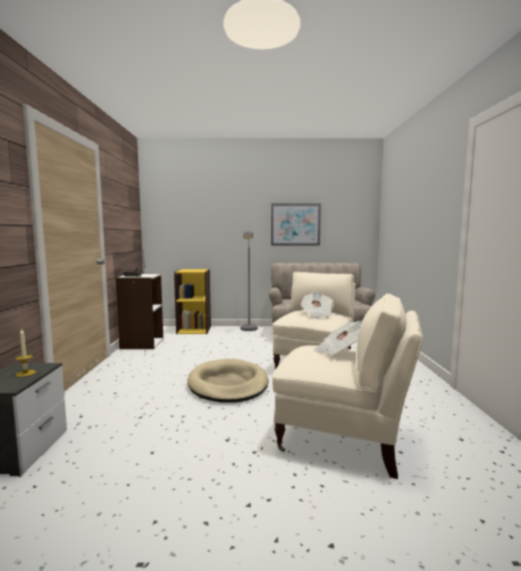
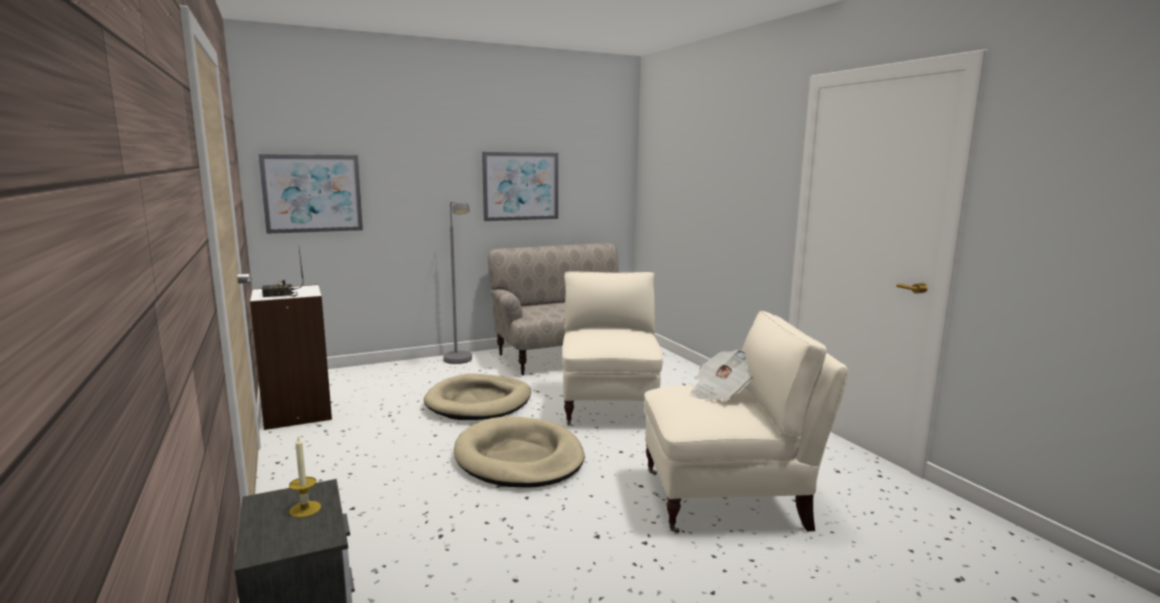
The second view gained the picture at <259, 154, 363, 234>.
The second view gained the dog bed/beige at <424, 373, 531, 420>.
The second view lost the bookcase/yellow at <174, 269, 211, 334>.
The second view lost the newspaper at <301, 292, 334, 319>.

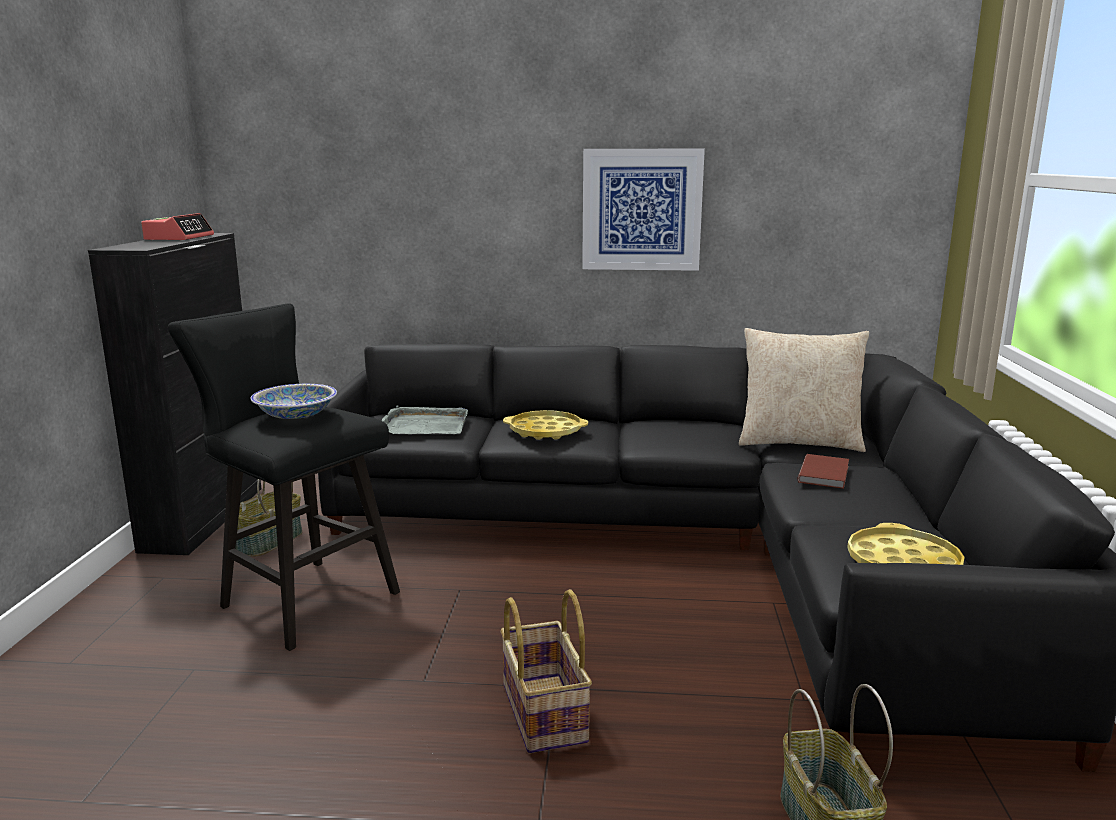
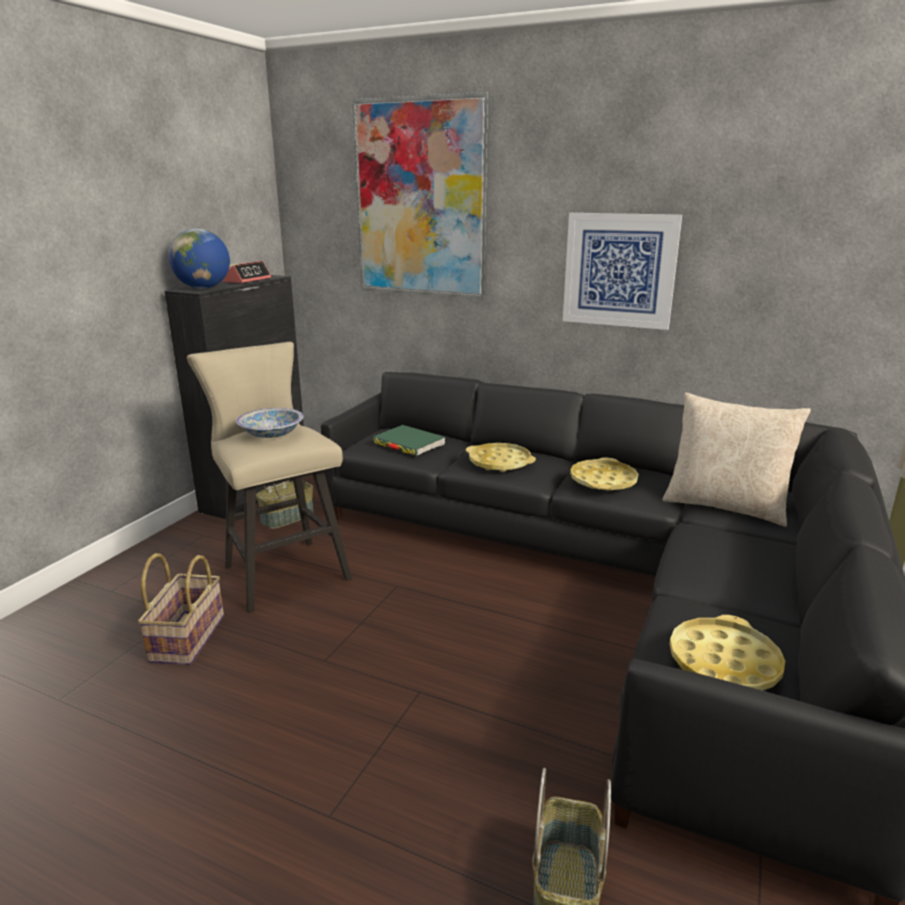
The basket ended up elsewhere, having gone from <500, 589, 592, 753> to <138, 553, 224, 665>.
The second view gained the globe at <168, 229, 230, 289>.
What was the stool/black at <168, 303, 400, 651> turned into the stool/beige at <187, 342, 352, 613>.
The second view gained the picture at <352, 92, 490, 299>.
Where the tray/grey stood at <381, 405, 468, 434>, the book/green came to stand at <372, 425, 445, 456>.
The second view gained the tray/yellow at <570, 457, 638, 491>.
The second view lost the book/brown at <797, 454, 849, 489>.

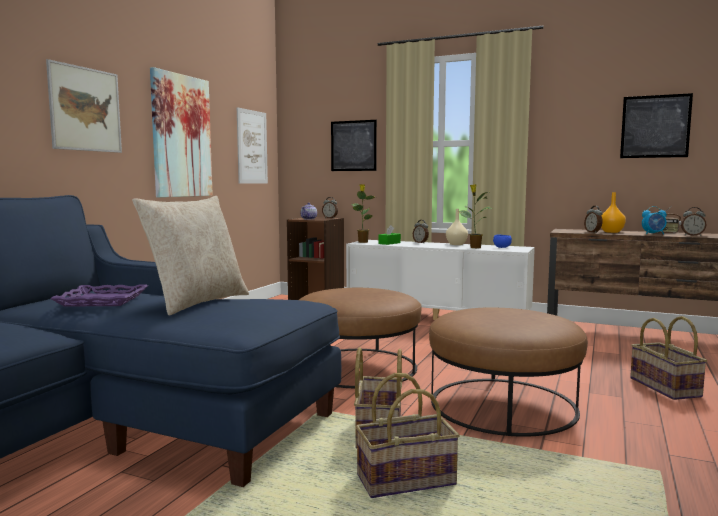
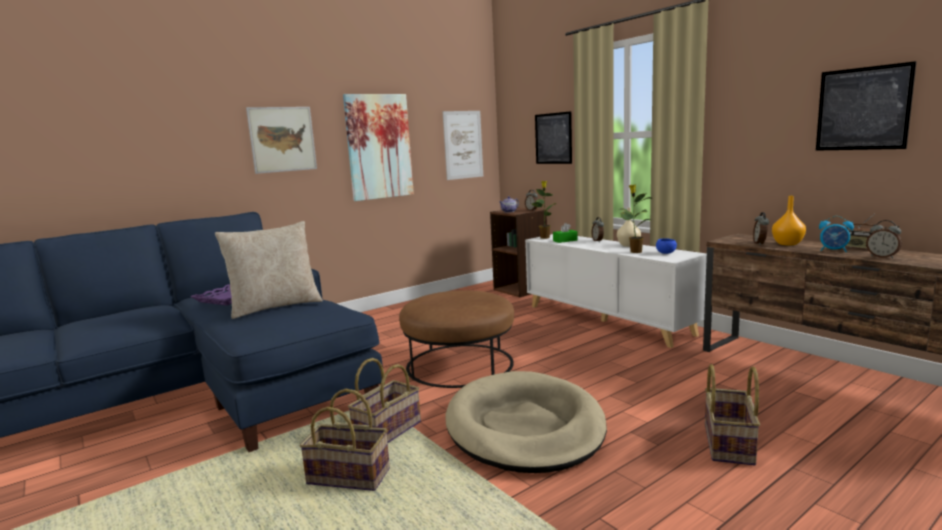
Where the ottoman/brown stood at <429, 307, 588, 437>, the dog bed/beige came to stand at <446, 371, 607, 473>.

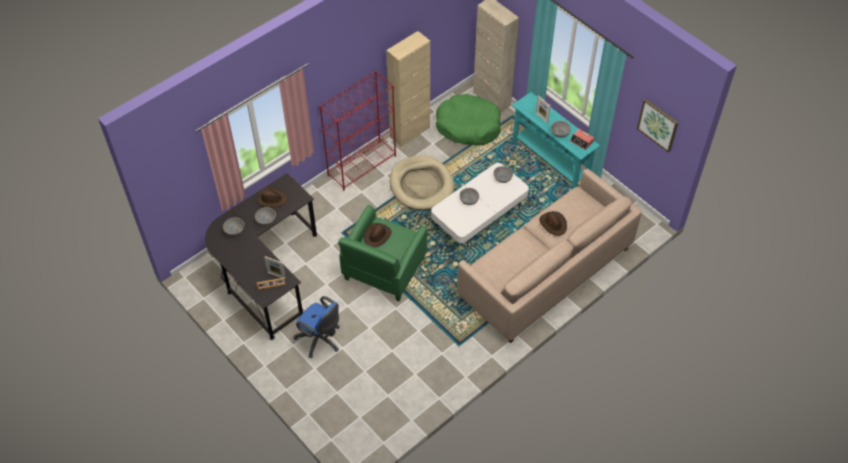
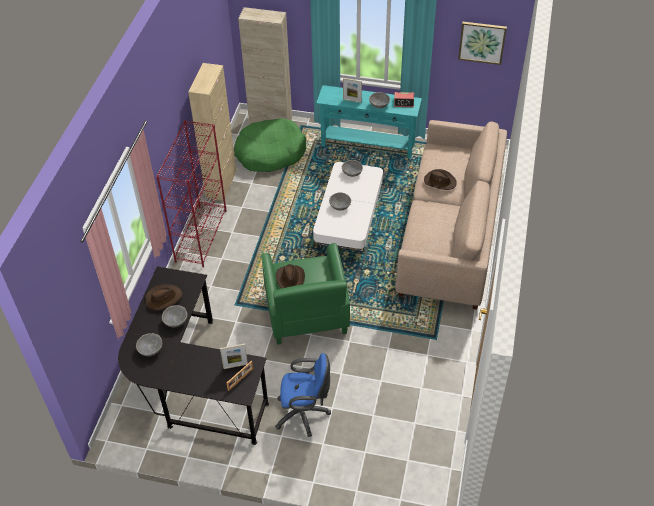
The second view lost the dog bed/beige at <390, 155, 455, 210>.

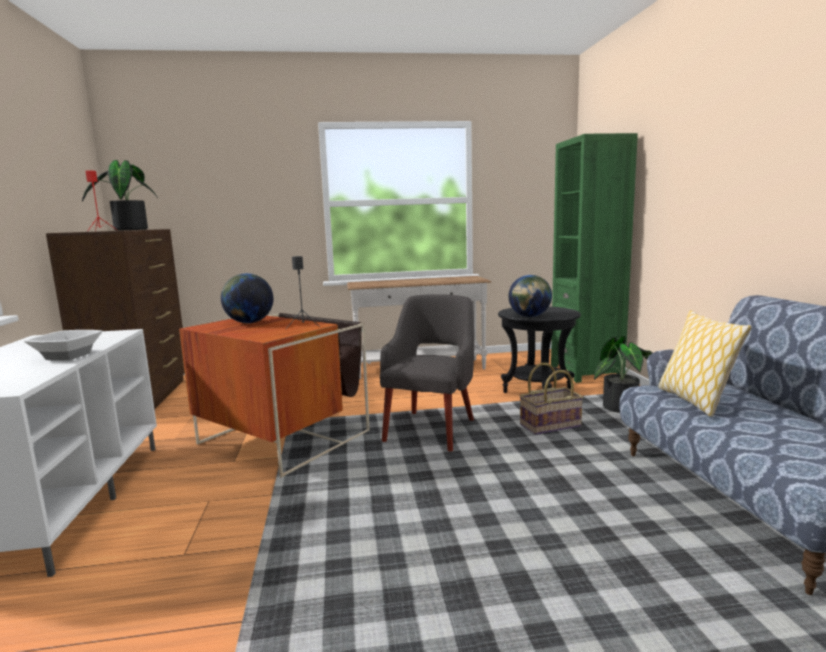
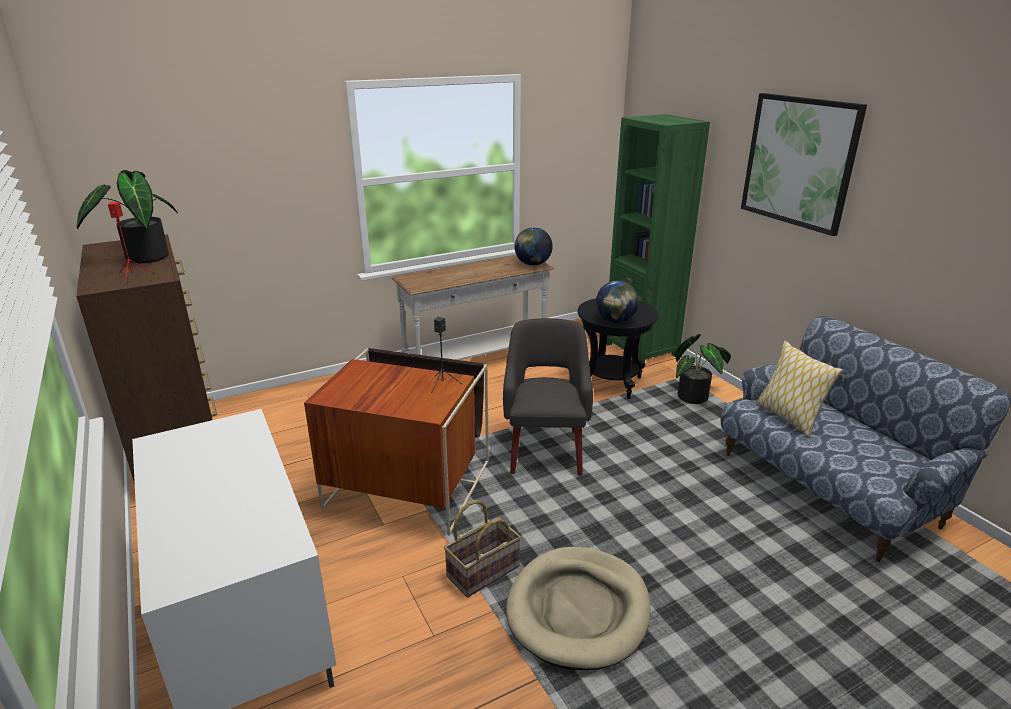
The basket ended up elsewhere, having gone from <519, 363, 583, 435> to <444, 500, 521, 598>.
The second view gained the dog bed/beige at <506, 546, 651, 670>.
The globe ended up elsewhere, having gone from <221, 273, 273, 323> to <515, 227, 553, 266>.
The second view gained the picture at <741, 93, 867, 236>.
The second view lost the bowl at <24, 330, 103, 361>.

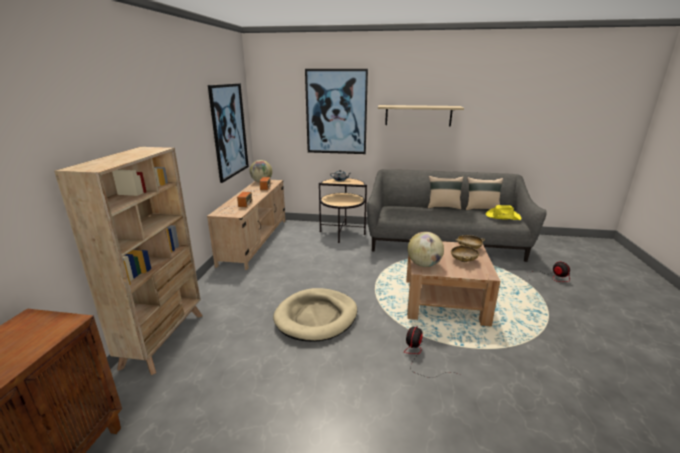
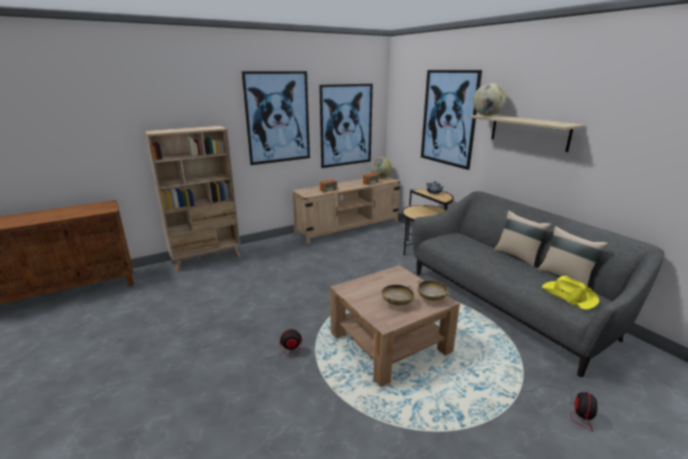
The second view gained the picture at <242, 71, 310, 165>.
The globe ended up elsewhere, having gone from <408, 232, 444, 267> to <473, 83, 506, 116>.
The second view lost the dog bed/beige at <273, 288, 357, 342>.

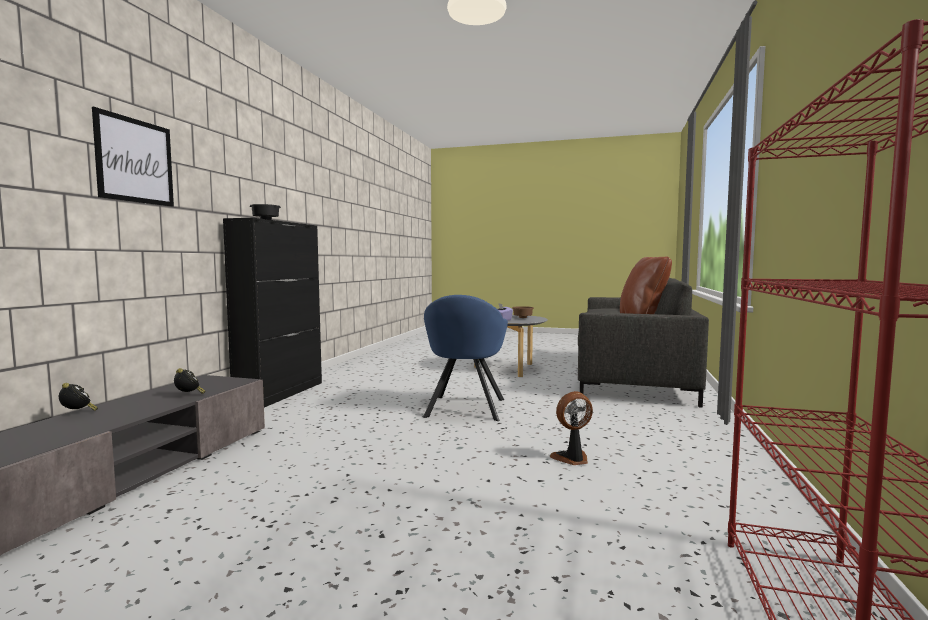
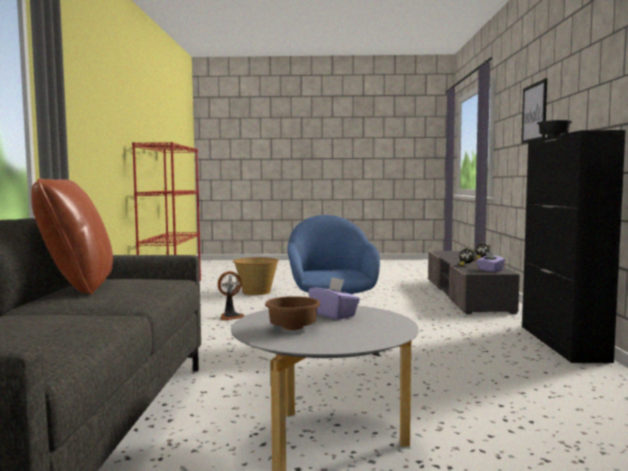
The second view gained the basket at <233, 257, 279, 295>.
The second view gained the tissue box/purple at <477, 251, 505, 272>.

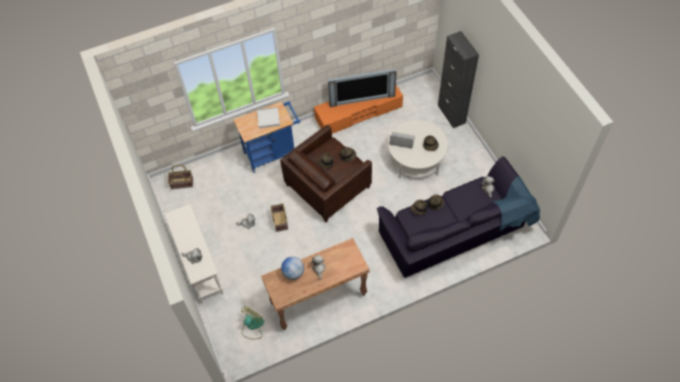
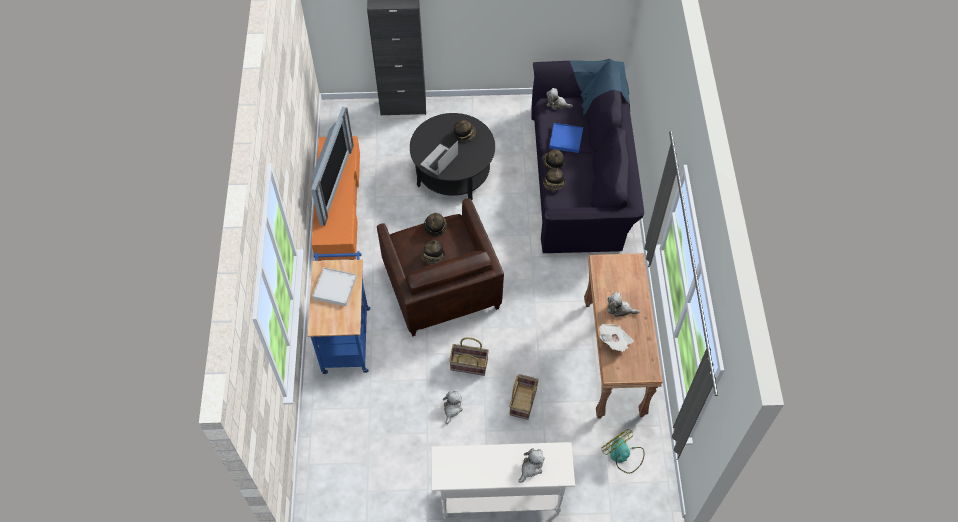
What was the coffee table/white at <388, 120, 448, 178> turned into the coffee table/black at <410, 113, 495, 200>.
The basket ended up elsewhere, having gone from <168, 164, 193, 189> to <509, 374, 539, 420>.
The second view gained the tray/blue at <549, 123, 583, 153>.
Where the globe stood at <281, 257, 304, 280>, the newspaper came to stand at <599, 324, 634, 352>.

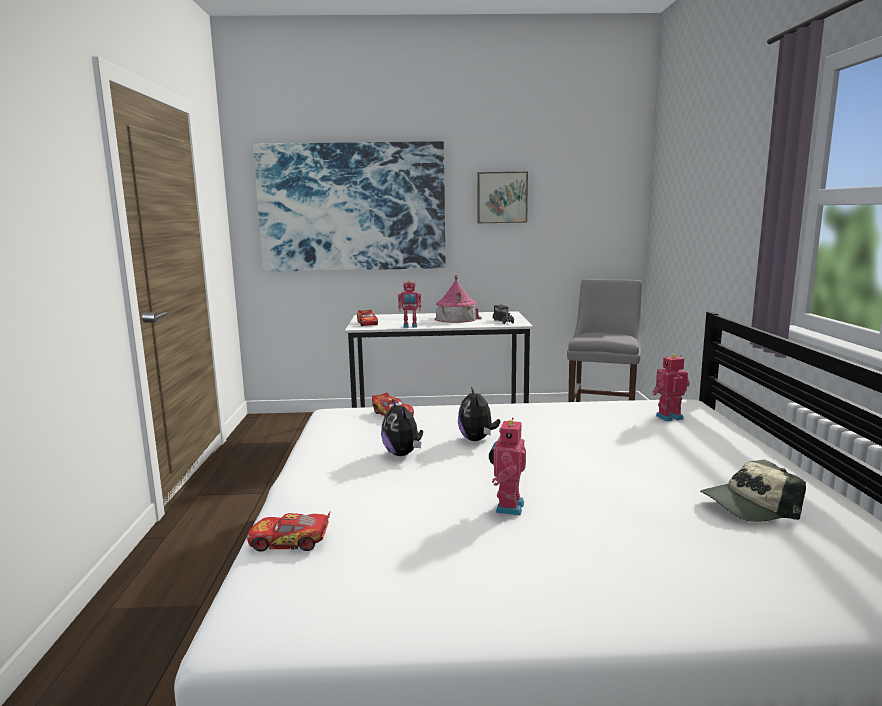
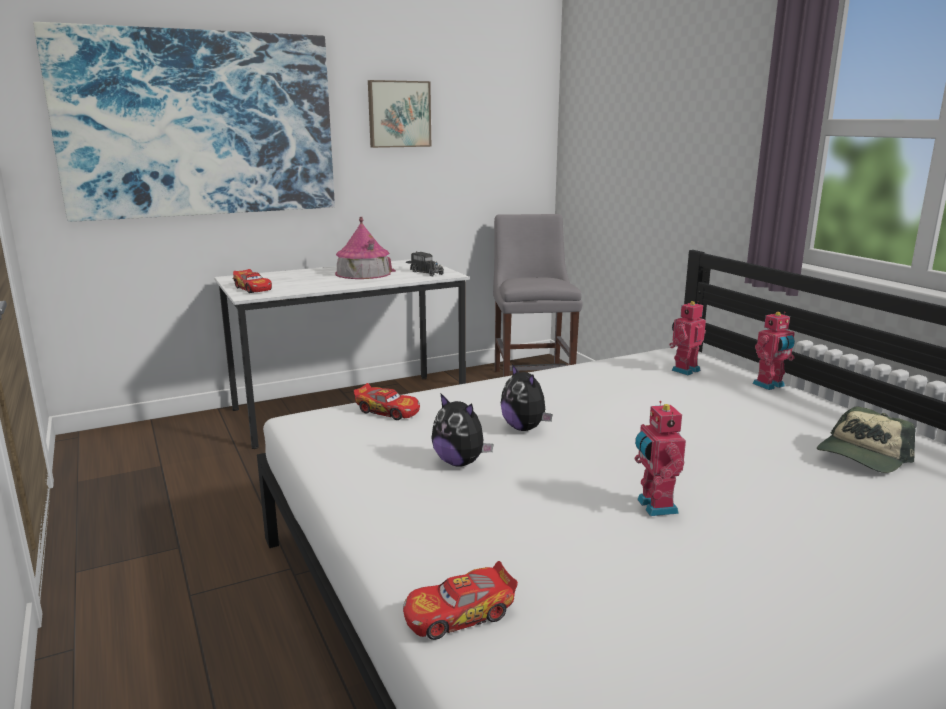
The toy robot ended up elsewhere, having gone from <398, 280, 421, 328> to <753, 312, 795, 390>.

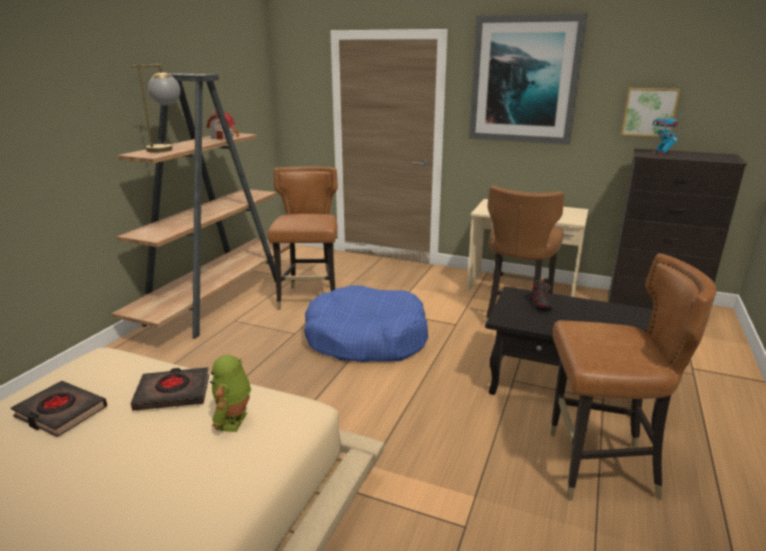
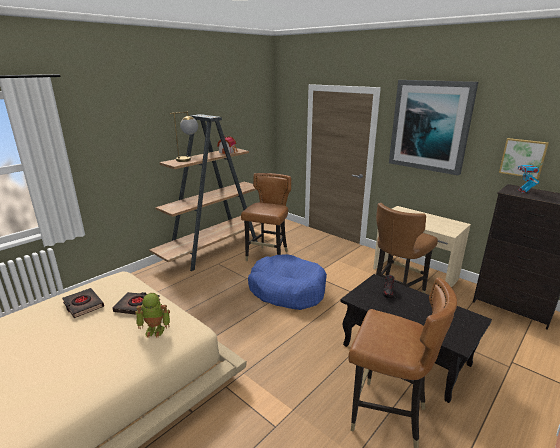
The toy robot at <210, 355, 251, 432> ended up facing another way, 120 degrees counterclockwise from before.

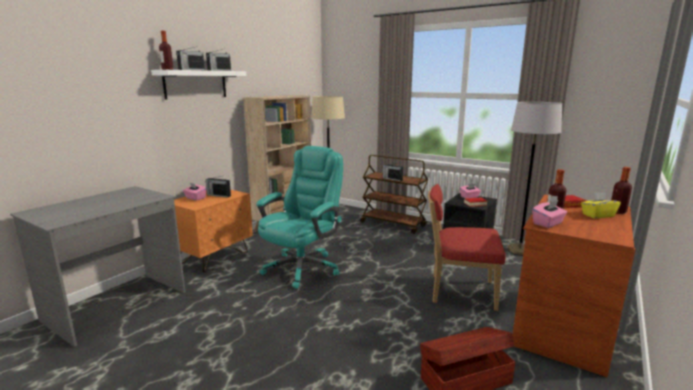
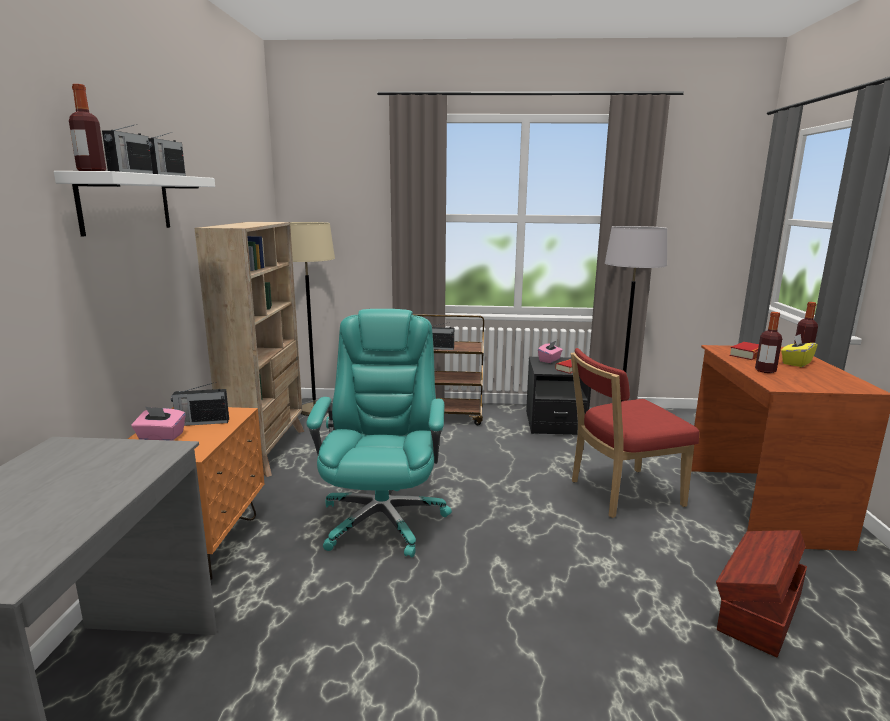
The second view lost the tissue box/pink at <532, 200, 567, 228>.

